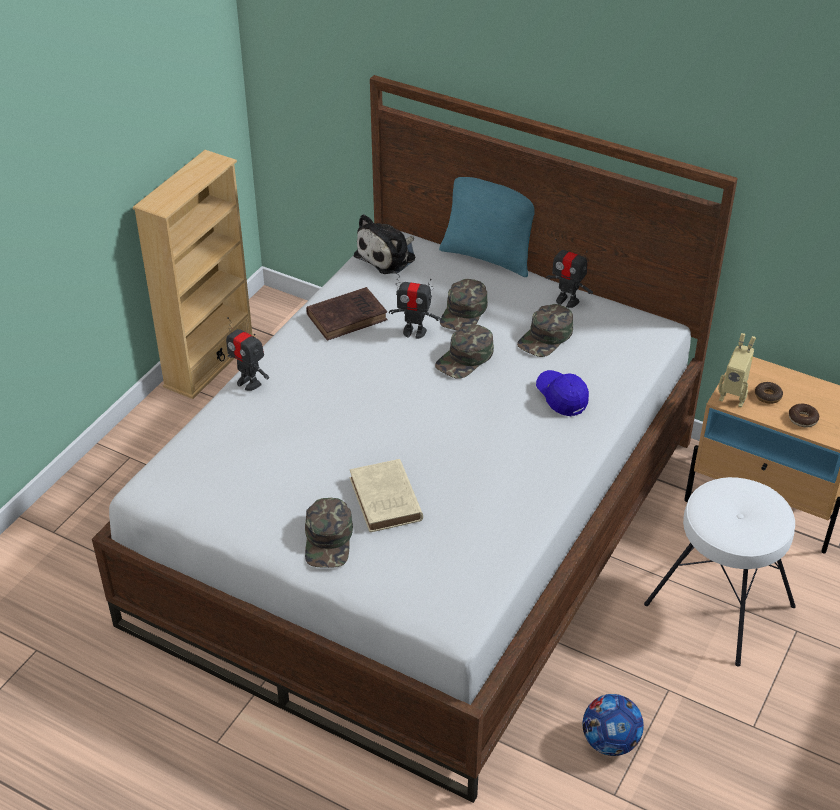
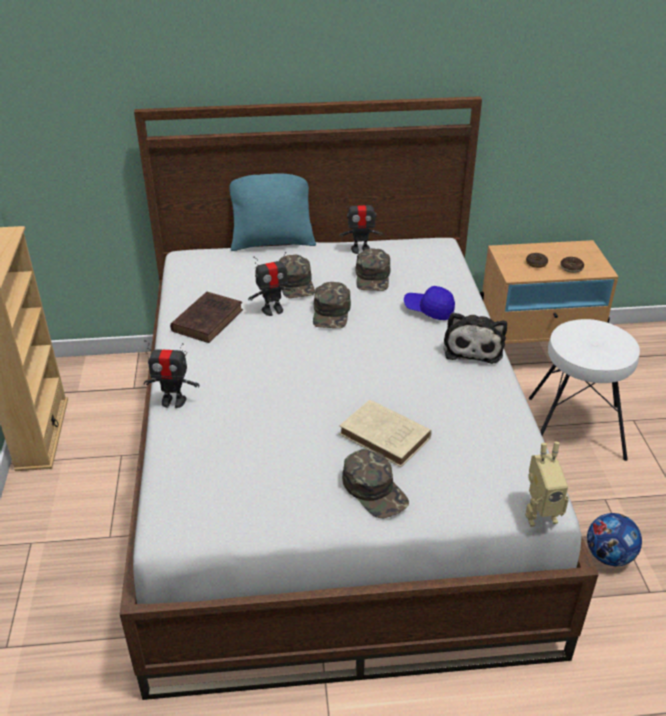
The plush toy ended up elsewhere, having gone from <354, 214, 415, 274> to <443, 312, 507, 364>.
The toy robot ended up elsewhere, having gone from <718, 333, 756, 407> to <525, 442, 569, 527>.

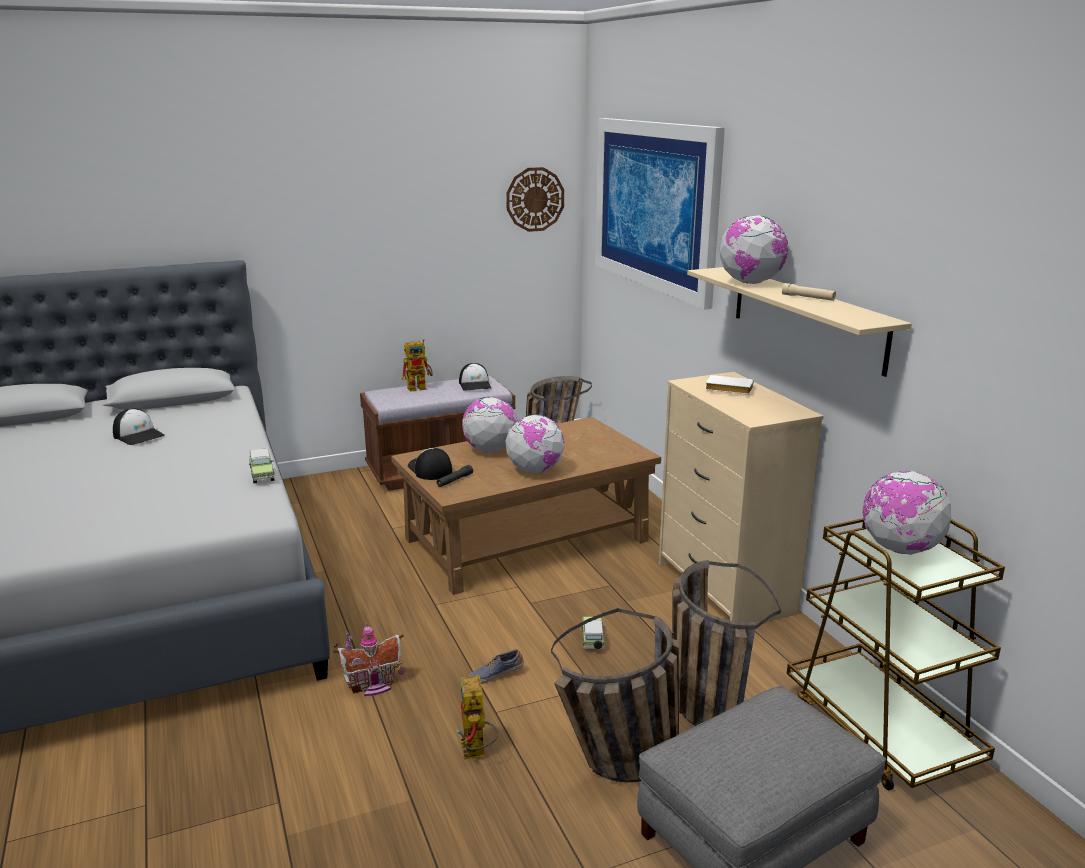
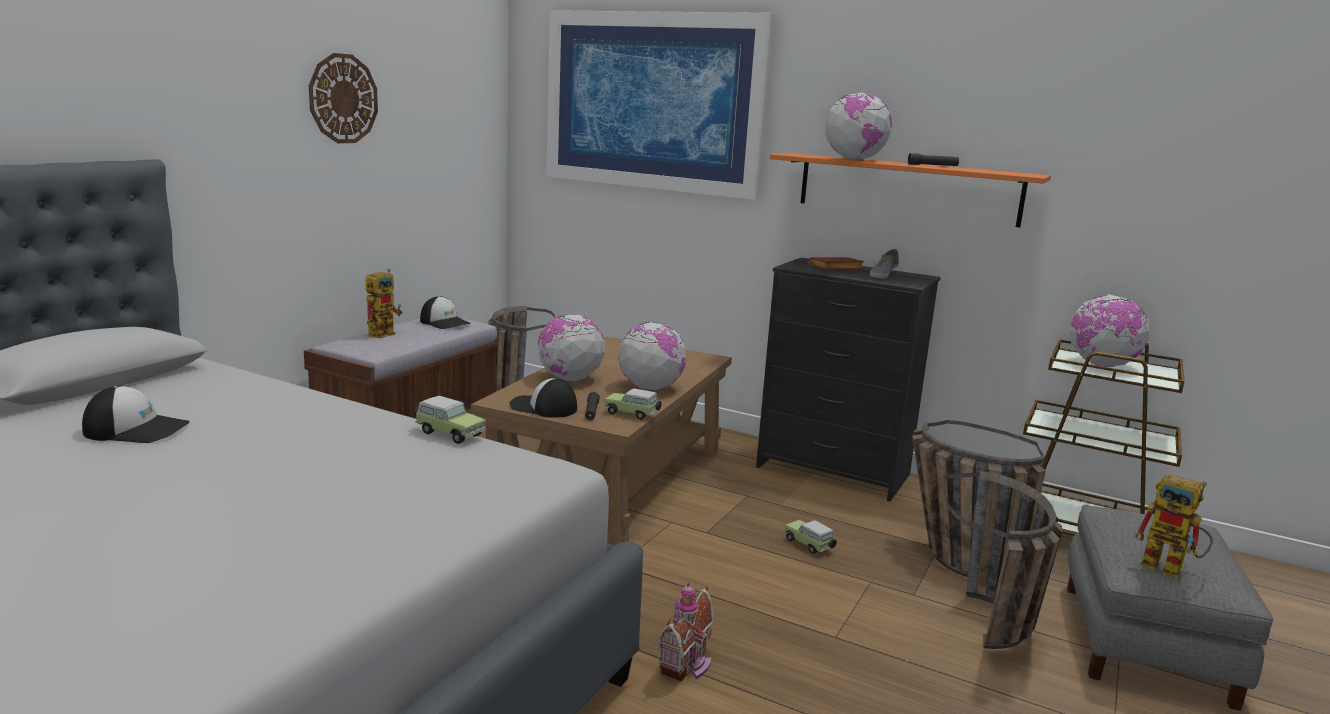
The wall clock ended up elsewhere, having gone from <506, 167, 564, 232> to <309, 53, 378, 143>.
The second view gained the toy car at <604, 388, 662, 420>.
What was the dresser/beige at <659, 372, 824, 625> turned into the dresser/black at <756, 257, 941, 502>.
What was the shelf/beige at <687, 267, 912, 377> turned into the shelf/orange at <770, 153, 1051, 227>.
What was the book/white at <705, 375, 754, 395> turned into the book/red at <809, 257, 864, 269>.
The shoe ended up elsewhere, having gone from <468, 649, 524, 684> to <870, 249, 899, 279>.
What was the flashlight/beige at <782, 283, 836, 301> turned into the flashlight/black at <908, 153, 959, 166>.
The toy robot ended up elsewhere, having gone from <457, 675, 498, 759> to <1133, 474, 1213, 578>.

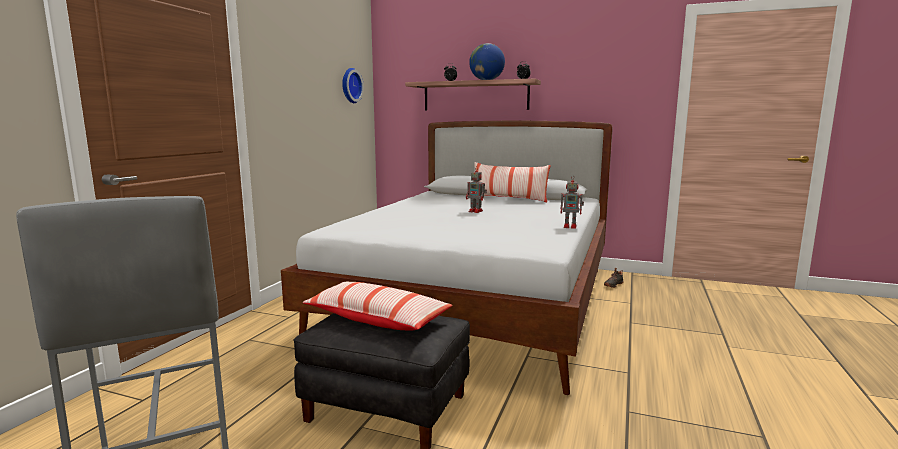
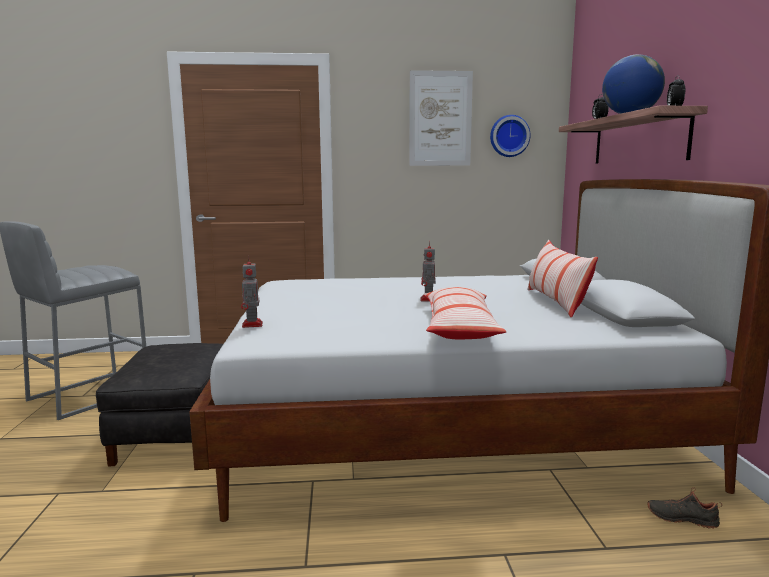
The toy robot ended up elsewhere, having gone from <560, 175, 584, 229> to <241, 256, 263, 328>.
The second view gained the picture at <409, 70, 473, 166>.
The pillow ended up elsewhere, having gone from <303, 282, 452, 330> to <424, 287, 506, 339>.

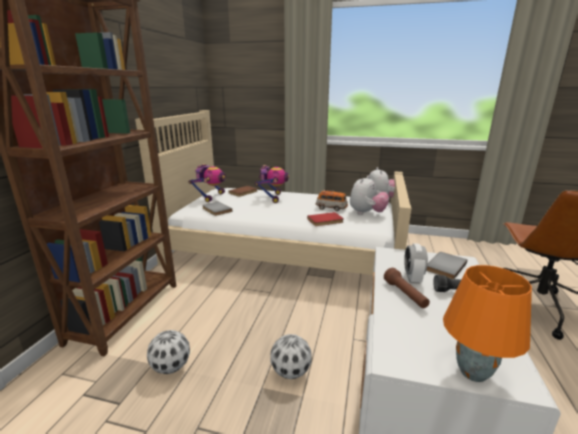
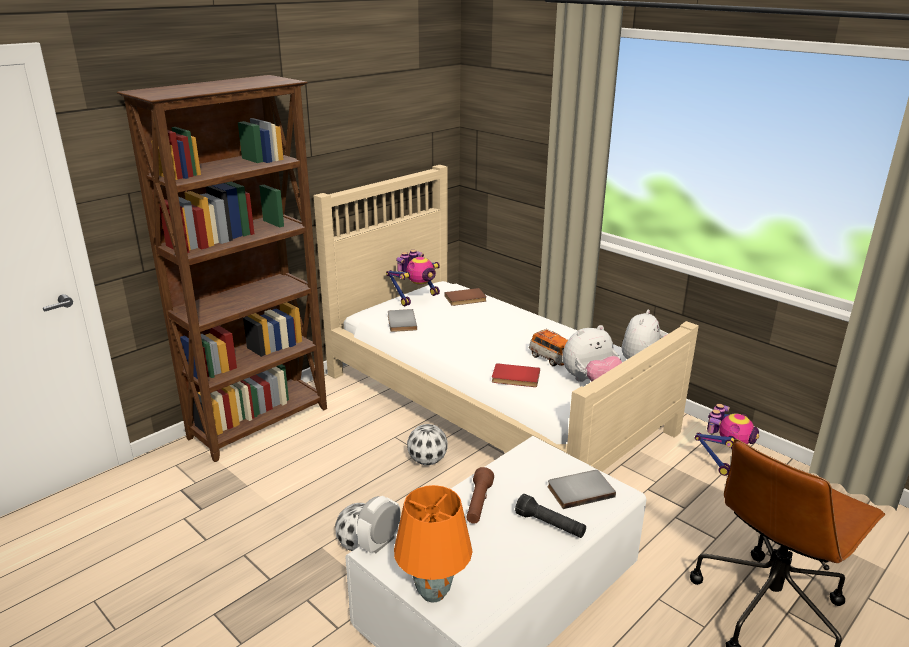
The alarm clock ended up elsewhere, having gone from <404, 243, 428, 284> to <357, 496, 401, 553>.
The football ended up elsewhere, having gone from <147, 330, 190, 374> to <407, 424, 448, 465>.
The toy robot ended up elsewhere, having gone from <255, 165, 289, 203> to <695, 404, 759, 476>.

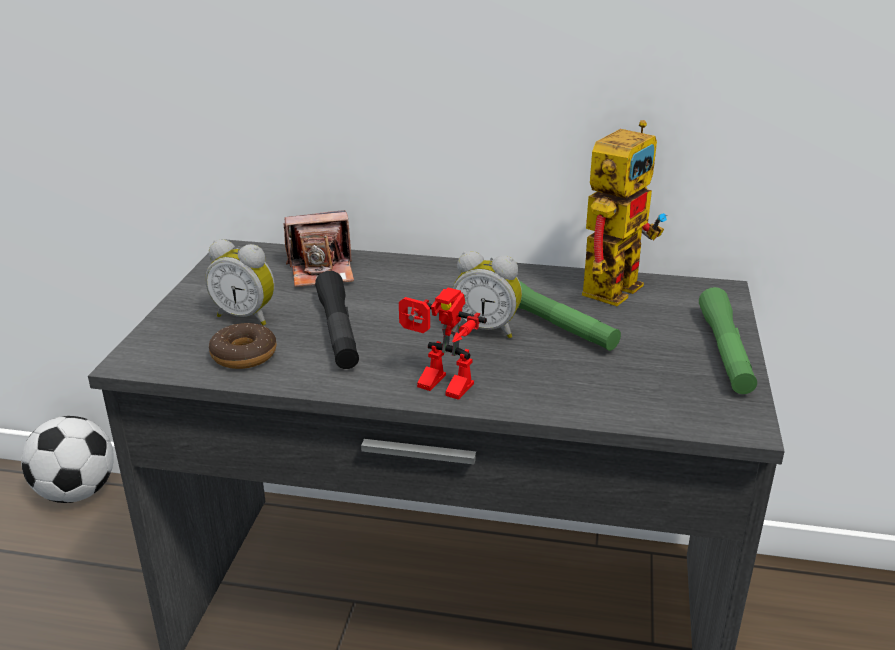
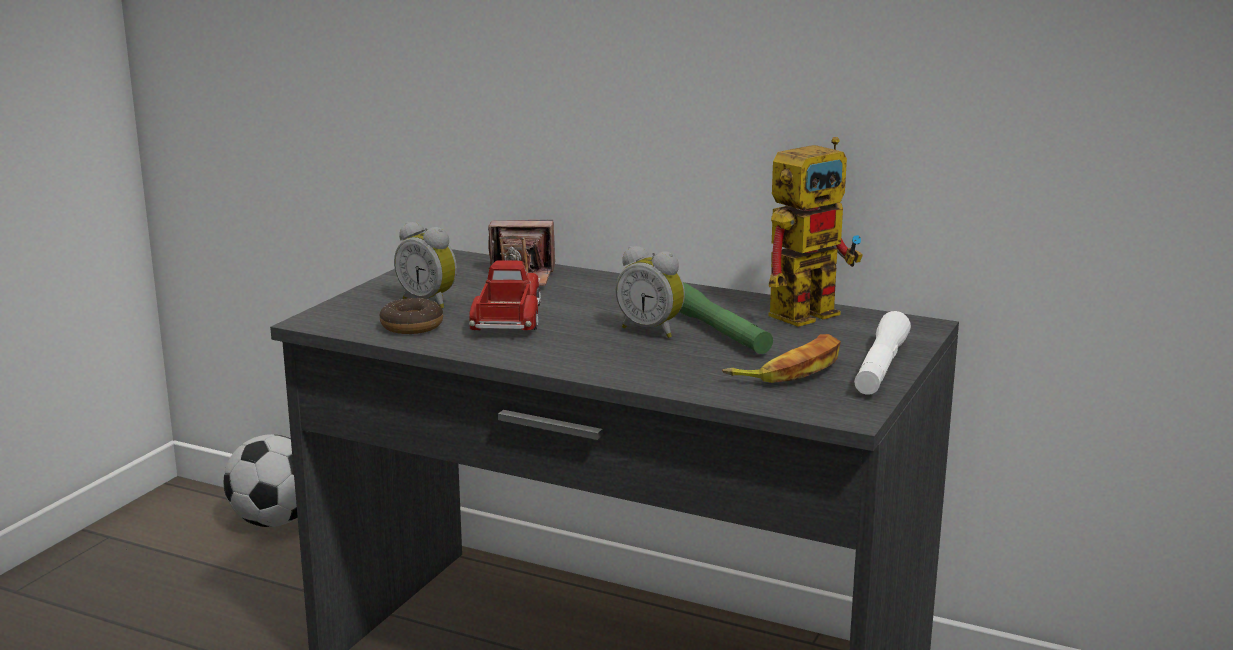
Where the flashlight/black stood at <315, 271, 359, 369>, the toy truck came to stand at <469, 260, 541, 330>.
The second view gained the banana at <722, 334, 841, 383>.
What was the flashlight/green at <699, 287, 757, 394> turned into the flashlight/white at <854, 311, 911, 395>.
The second view lost the toy robot at <399, 287, 487, 400>.

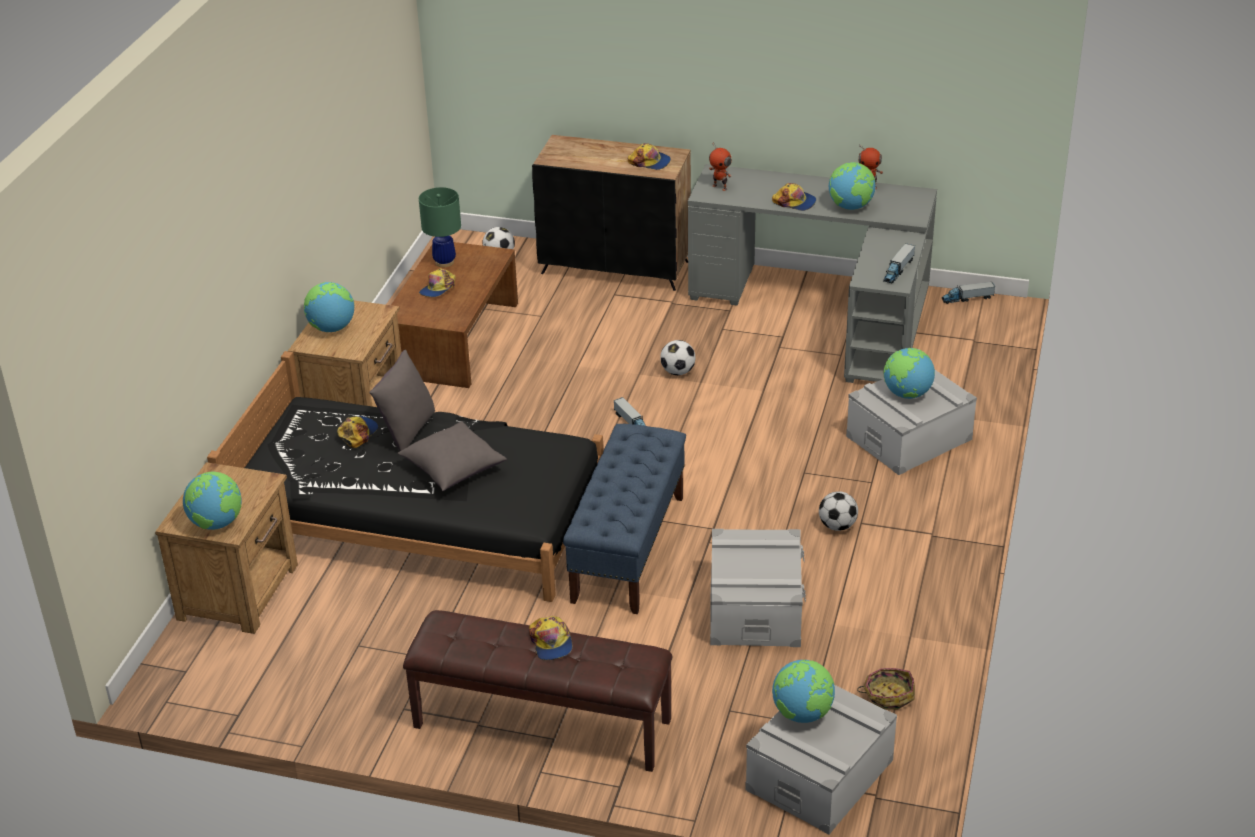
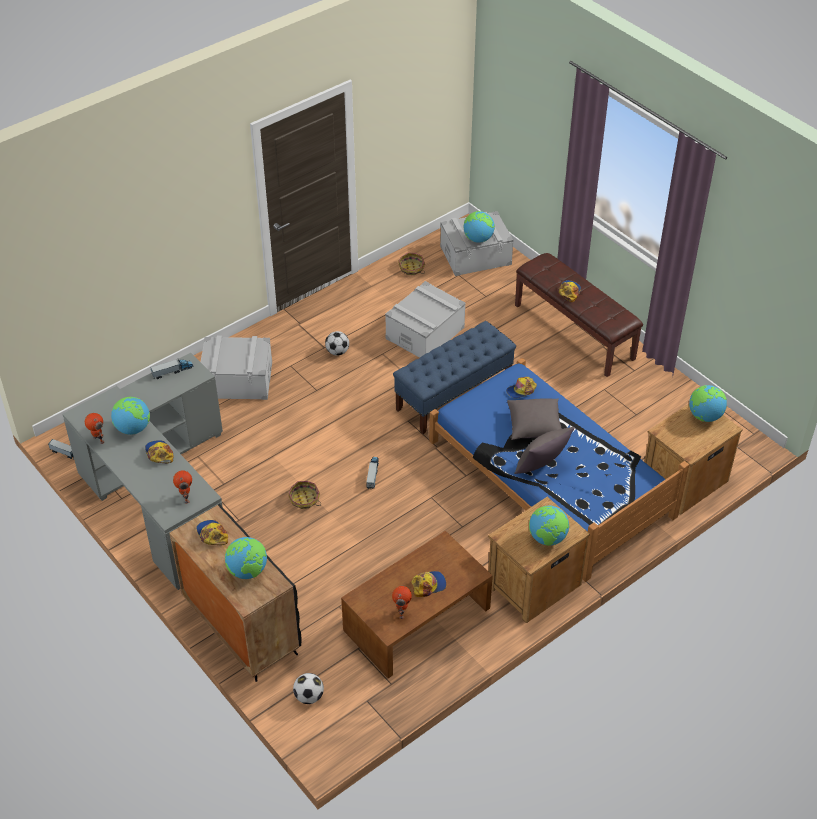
The globe ended up elsewhere, having gone from <884, 348, 935, 399> to <225, 537, 267, 579>.
Where the football stood at <660, 340, 695, 375>, the basket came to stand at <288, 481, 321, 509>.
Where the table lamp/green stood at <419, 187, 461, 267>, the toy robot came to stand at <392, 586, 412, 619>.
What was the bed/black at <207, 351, 603, 602> turned into the bed/blue at <429, 358, 689, 582>.
The cap ended up elsewhere, having gone from <337, 416, 378, 448> to <506, 377, 537, 399>.

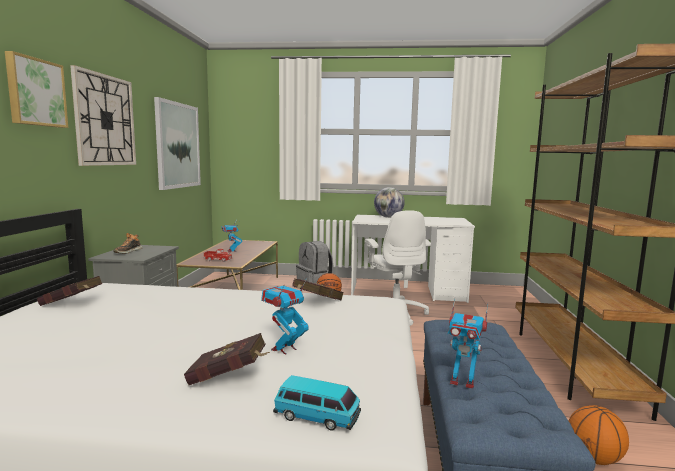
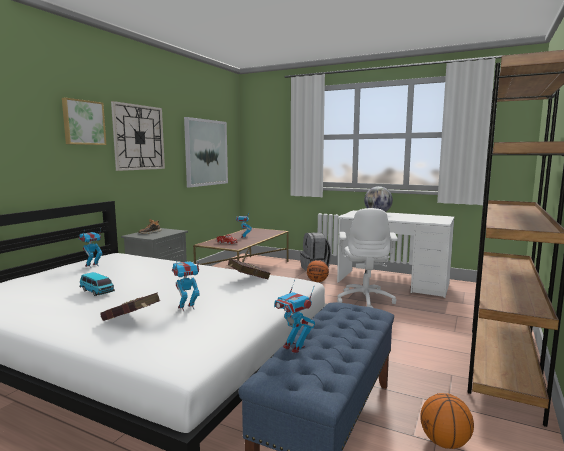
Where the book/red stood at <37, 276, 102, 306>, the toy robot came to stand at <79, 229, 103, 268>.
The toy car ended up elsewhere, having gone from <273, 375, 361, 431> to <80, 272, 115, 296>.

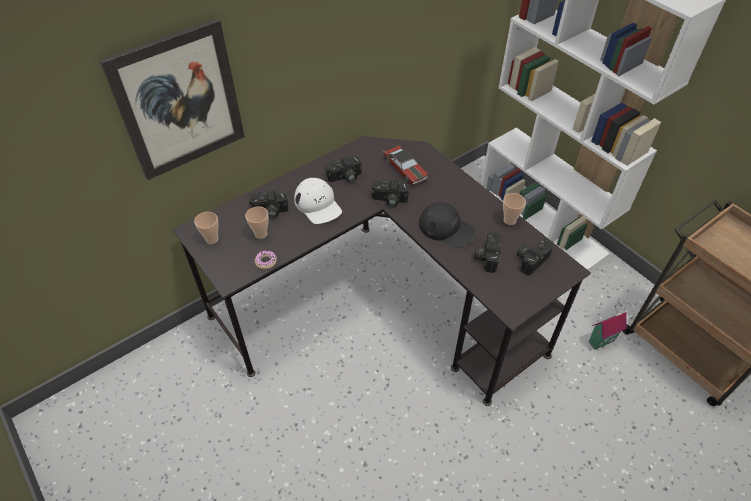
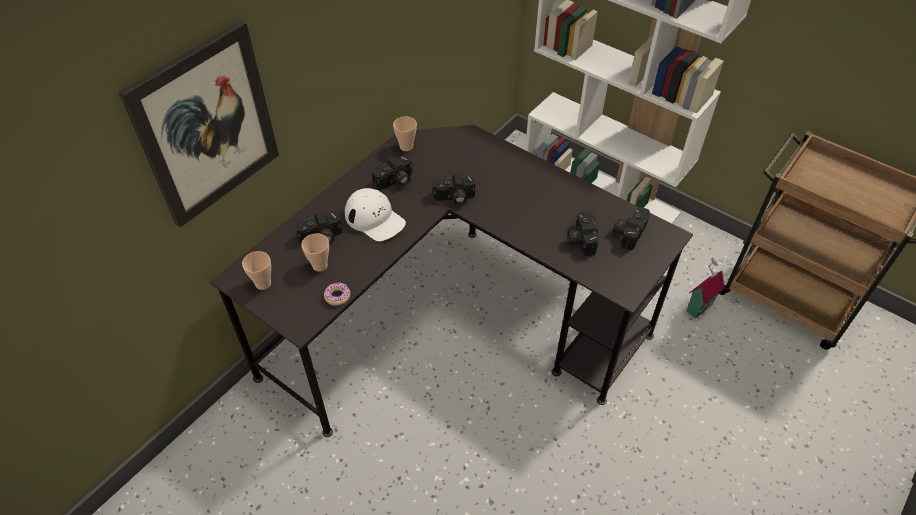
The cup ended up elsewhere, having gone from <503, 193, 526, 225> to <393, 117, 417, 151>.
The second view lost the toy car at <383, 145, 428, 185>.
The second view lost the cap/black at <419, 202, 476, 248>.

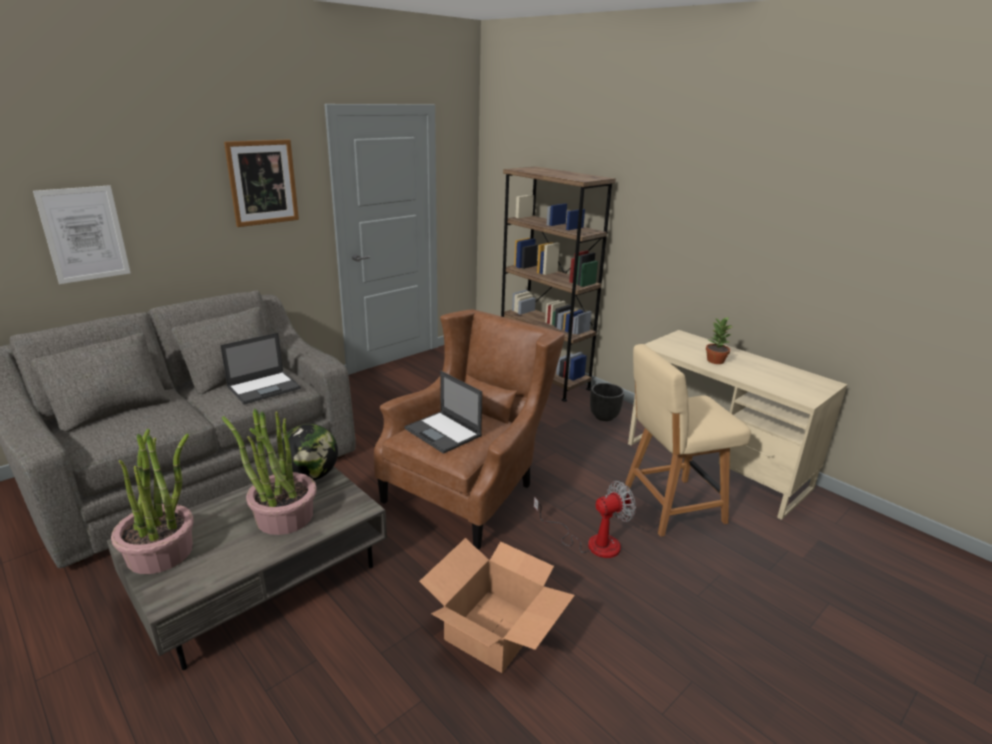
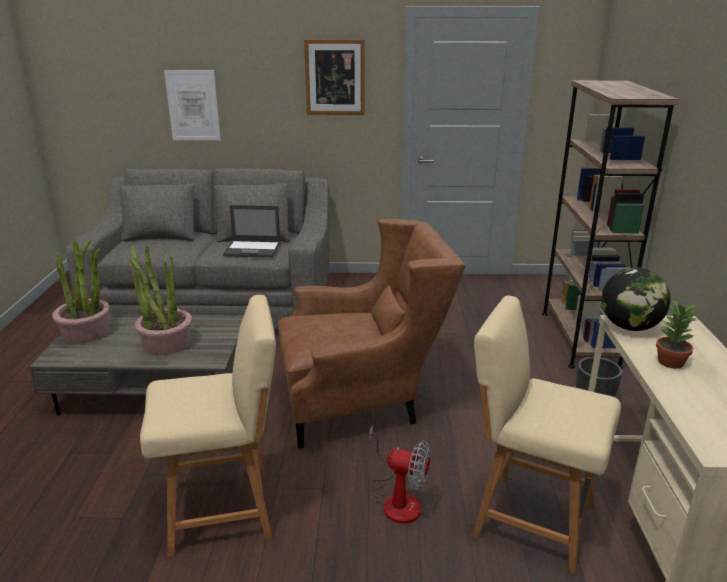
Where the cardboard box stood at <419, 538, 575, 673>, the chair/beige came to stand at <140, 295, 276, 557>.
The globe ended up elsewhere, having gone from <282, 424, 338, 480> to <602, 268, 670, 331>.
The second view lost the laptop at <404, 371, 482, 454>.

